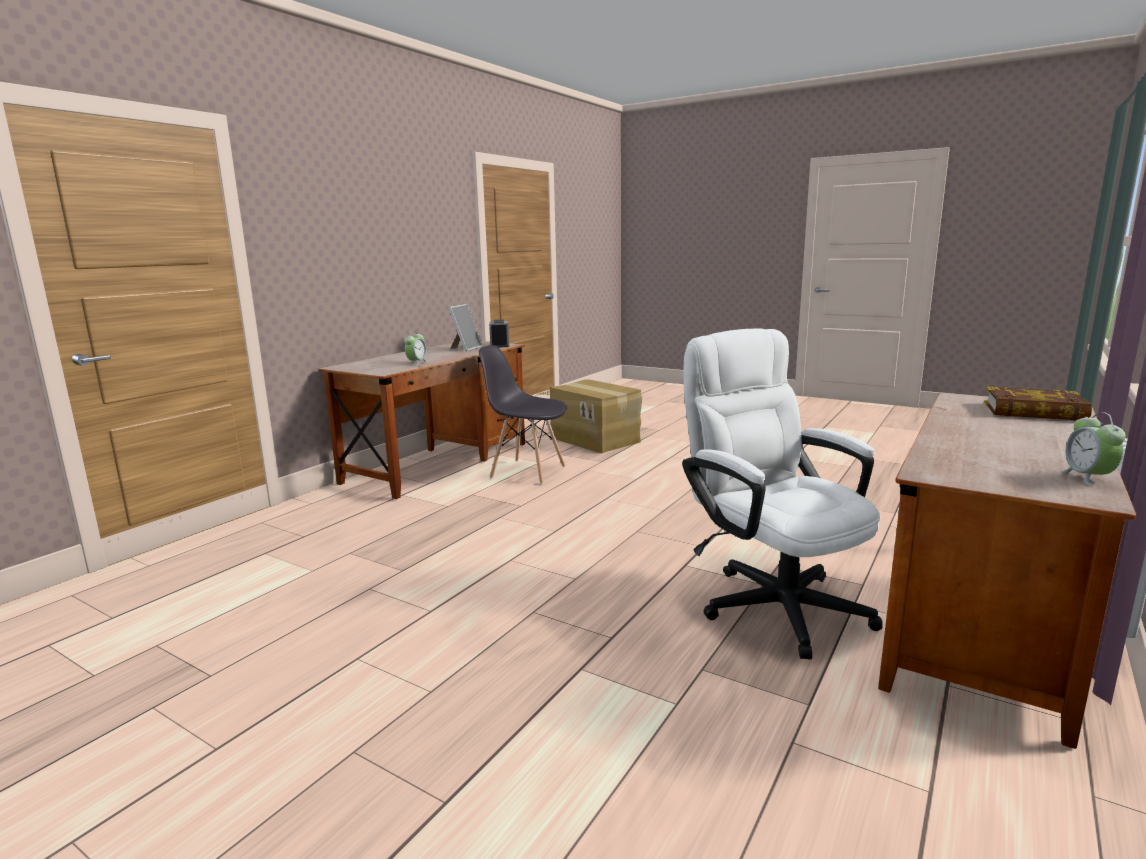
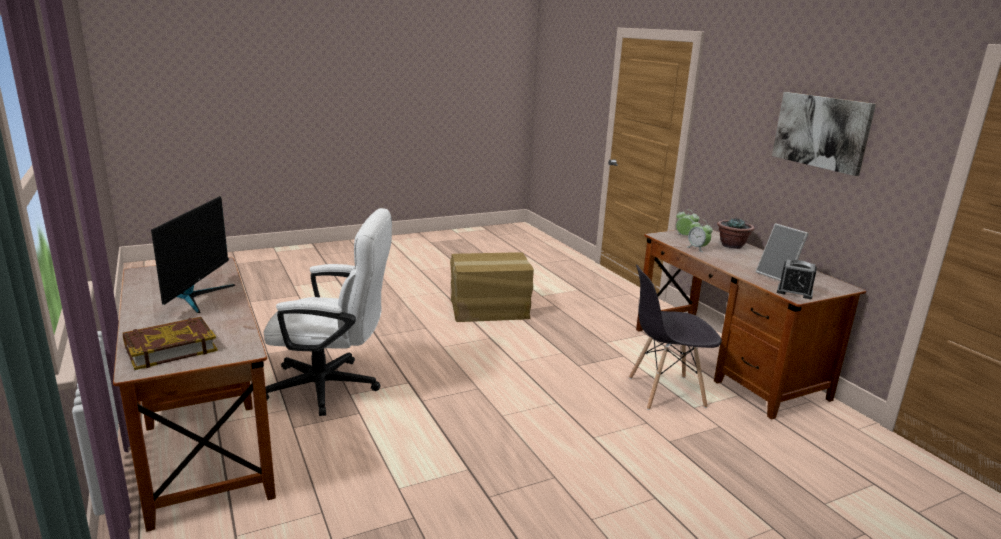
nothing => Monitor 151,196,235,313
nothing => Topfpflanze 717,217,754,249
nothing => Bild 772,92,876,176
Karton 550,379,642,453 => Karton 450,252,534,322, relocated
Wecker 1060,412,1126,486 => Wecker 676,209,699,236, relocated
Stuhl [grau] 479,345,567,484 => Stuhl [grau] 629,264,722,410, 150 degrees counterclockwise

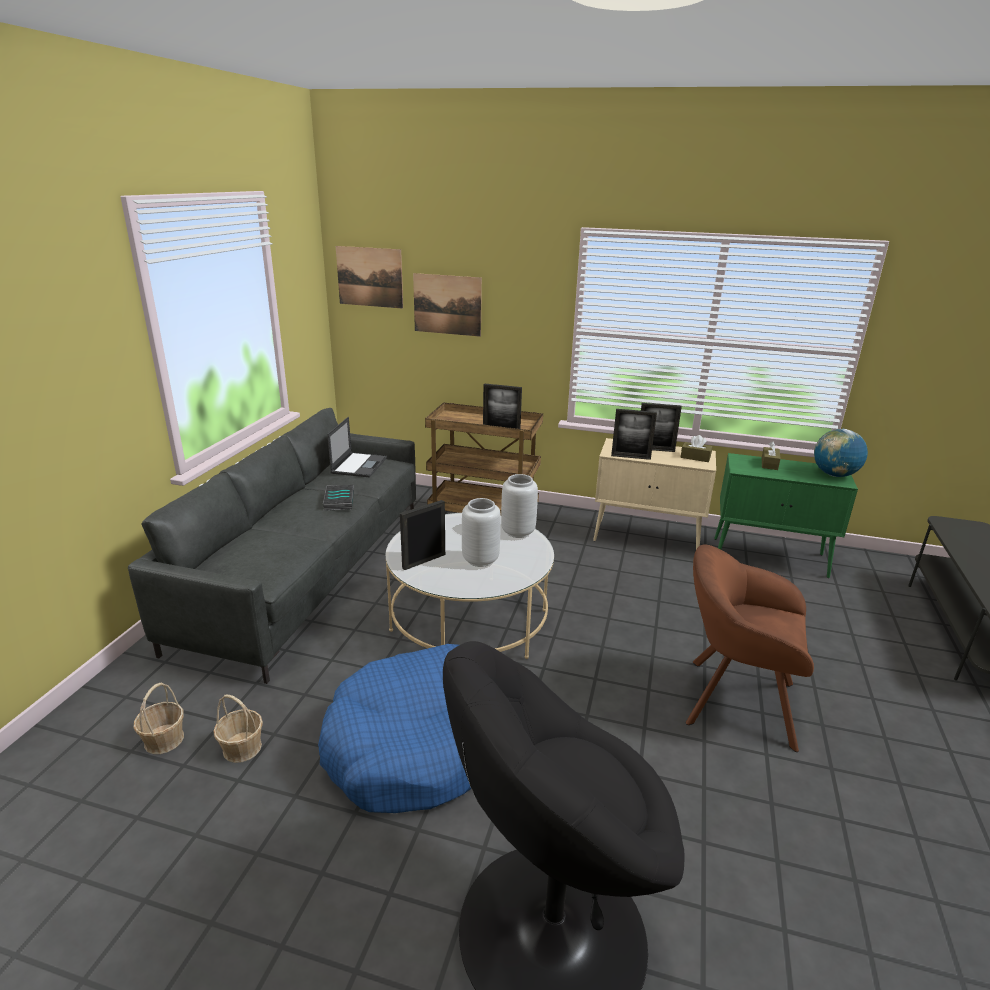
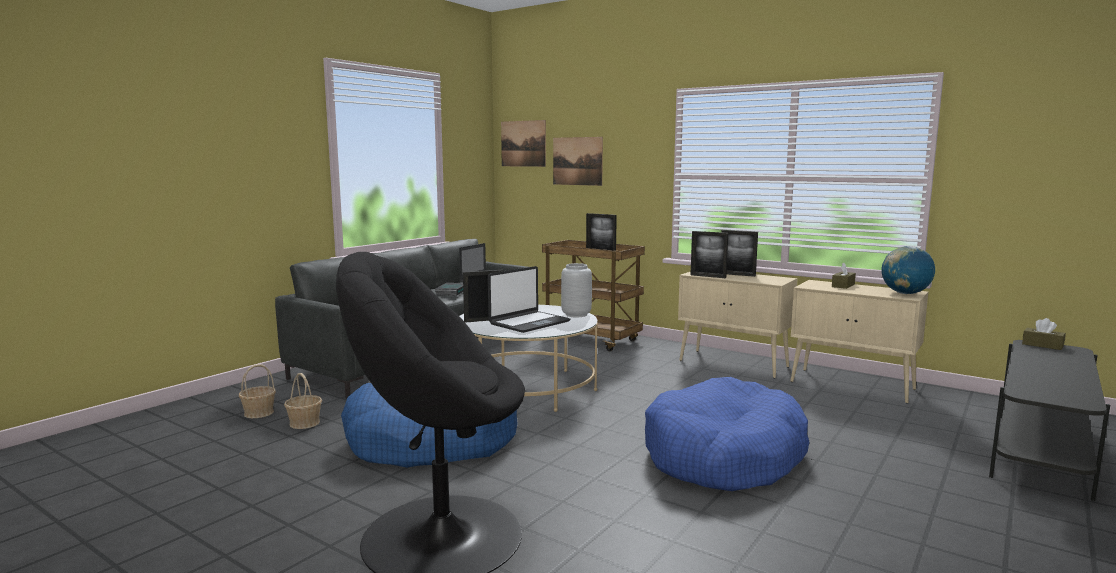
Taschentuchbox [braun] 680,435,712,462 => Taschentuchbox [braun] 1022,318,1066,350, relocated
Vase [grau] 462,498,501,567 => Laptop 488,266,570,333
Sessel [braun] 685,544,814,752 => Hundebett [blau] 645,377,809,491
Schrank [grün] 714,453,858,578 => Schrank [beige] 790,280,928,404

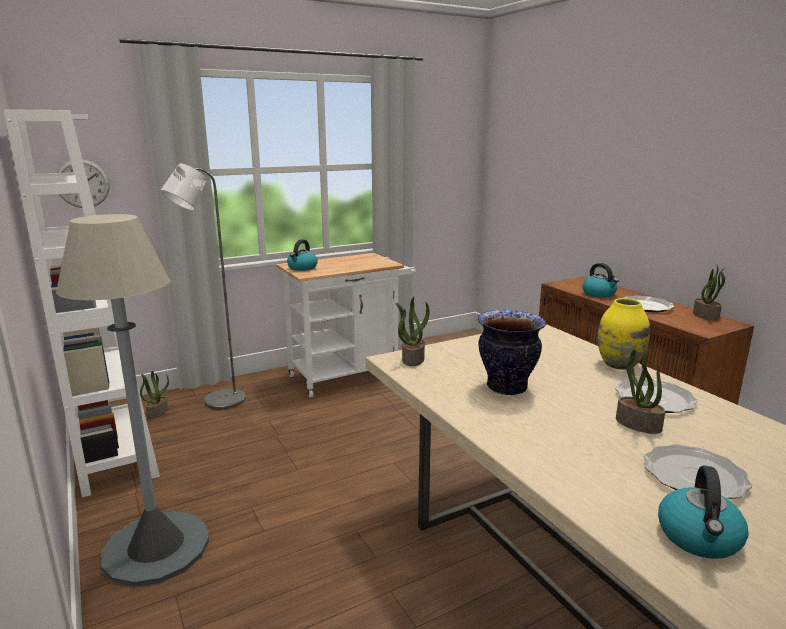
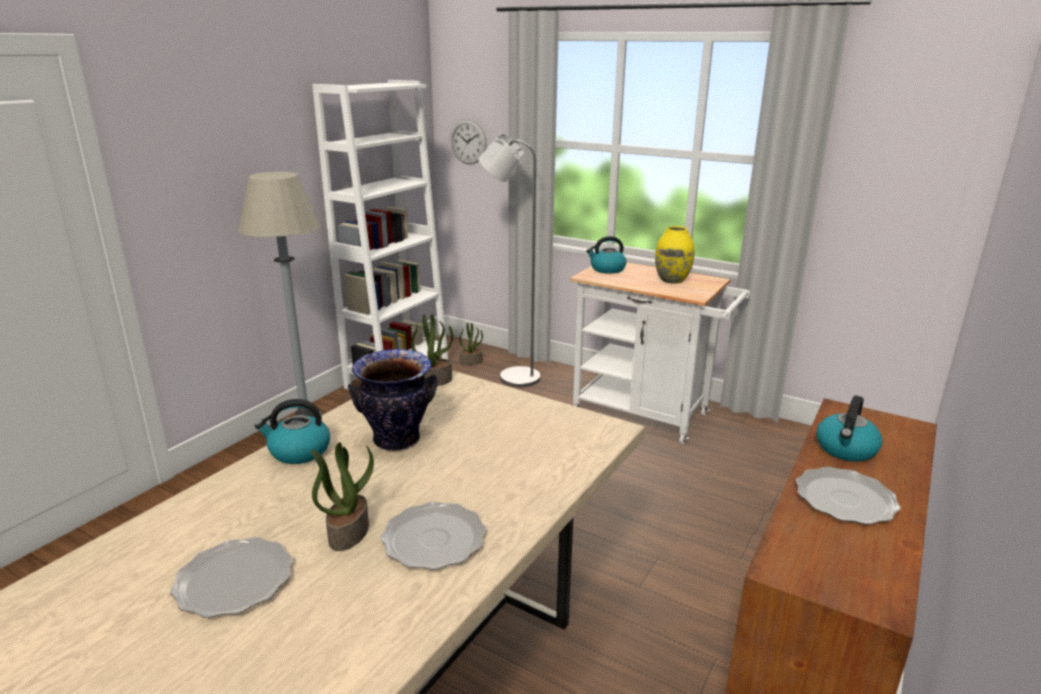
Topfpflanze 693,265,726,320 => nothing
Vase [gelb] 598,298,650,370 => Vase [gelb] 655,226,694,284, relocated
Wasserkessel 658,465,749,559 => Wasserkessel 255,399,330,464, relocated

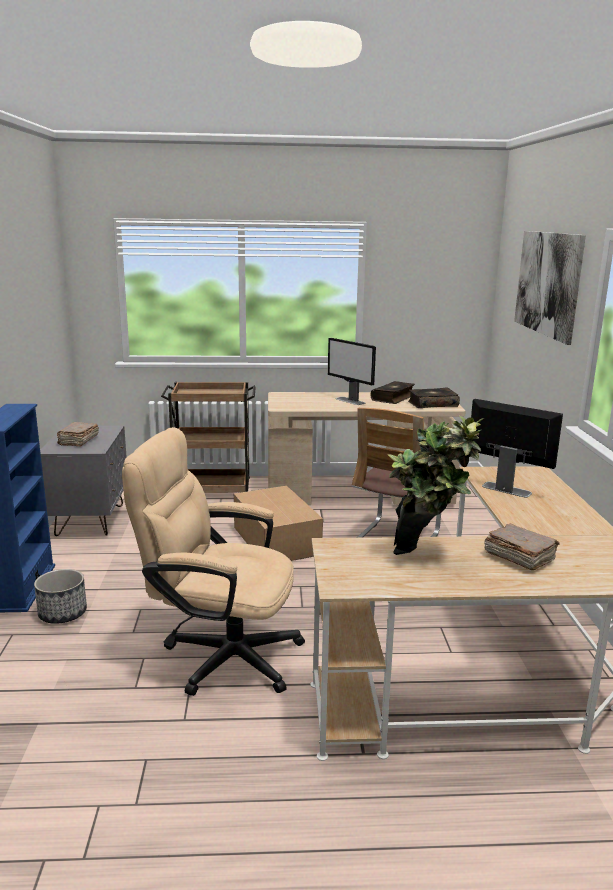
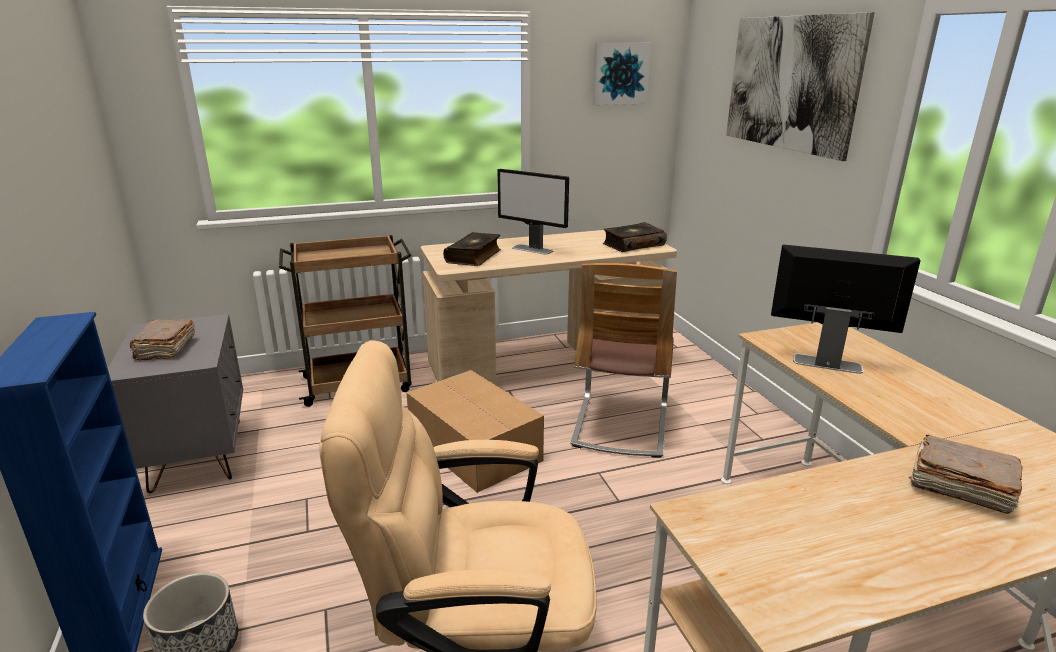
Topfpflanze 388,415,484,555 => nothing
nothing => Bild 593,43,651,105
Buch 371,381,415,404 => Buch 443,232,501,266, relocated

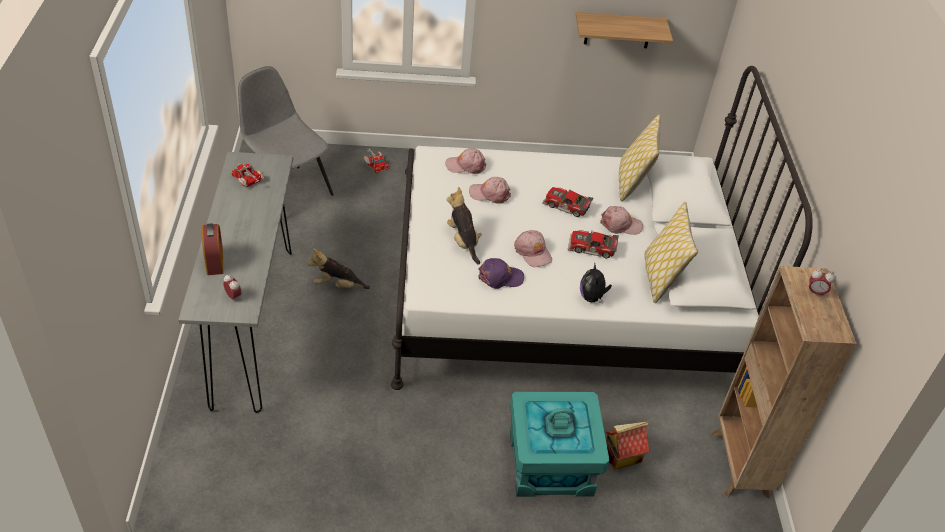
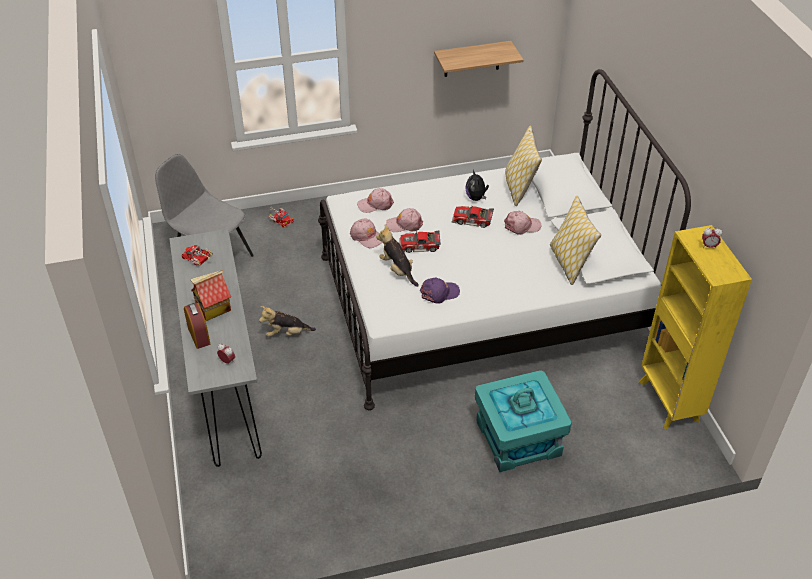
Kappe [rosa] 514,230,552,267 => Kappe [rosa] 350,218,383,248, relocated
Spielzeugauto 568,230,619,258 => Spielzeugauto 399,231,441,253, relocated
Plüschtier 580,262,612,304 => Plüschtier 465,170,489,201, relocated
Spielzeughaus 606,422,649,470 => Spielzeughaus 190,270,231,321, relocated
Bücherregal [braun] 711,266,857,499 => Bücherregal [gelb] 639,225,752,429

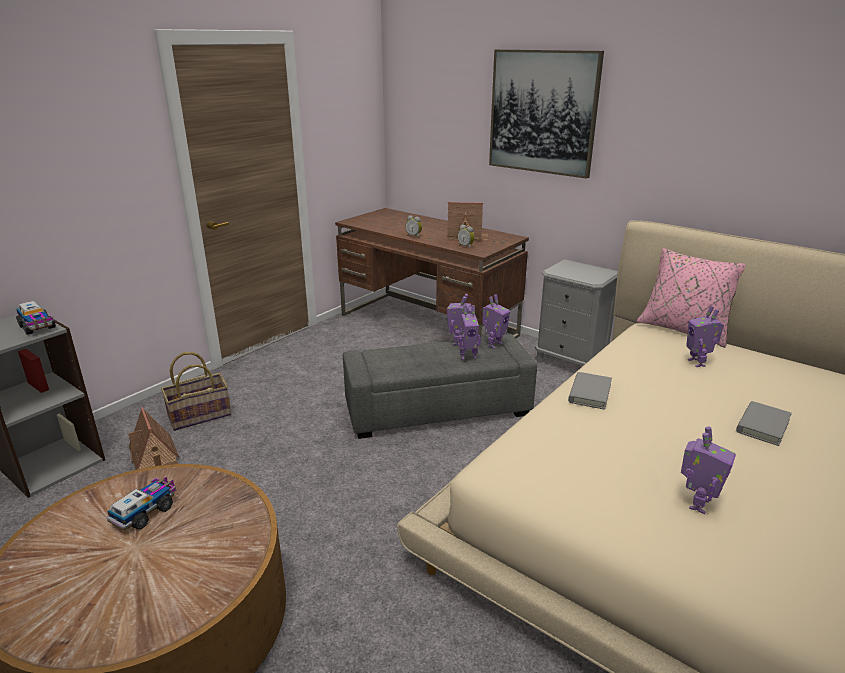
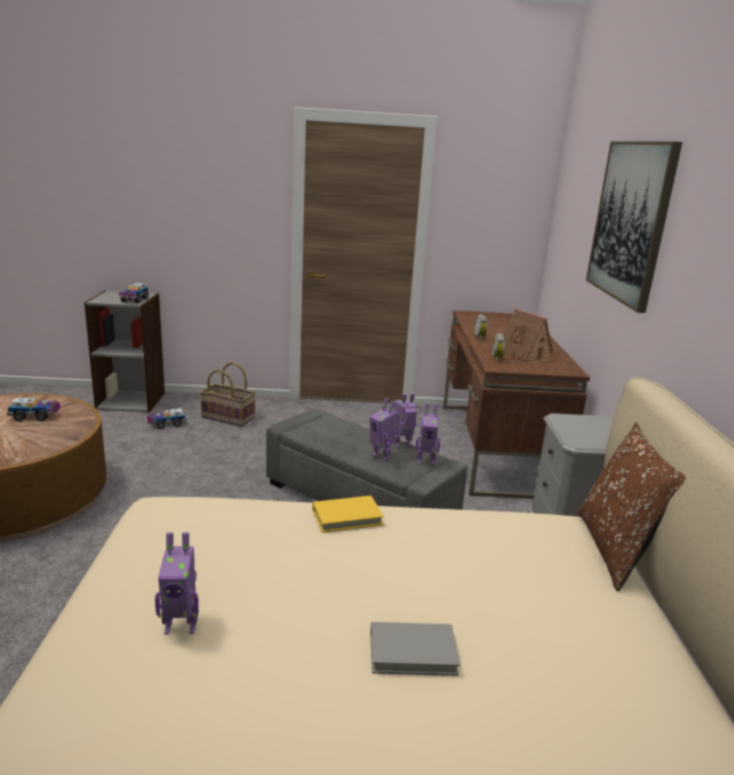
Spielzeugroboter 686,306,724,367 => nothing
Spielzeughaus 128,407,179,470 => Spielzeuglaster 147,408,187,430
Buch [grau] 568,372,612,410 => Buch [gelb] 312,496,384,533
Kissen [rosa] 637,248,746,348 => Kissen [braun] 577,423,686,592

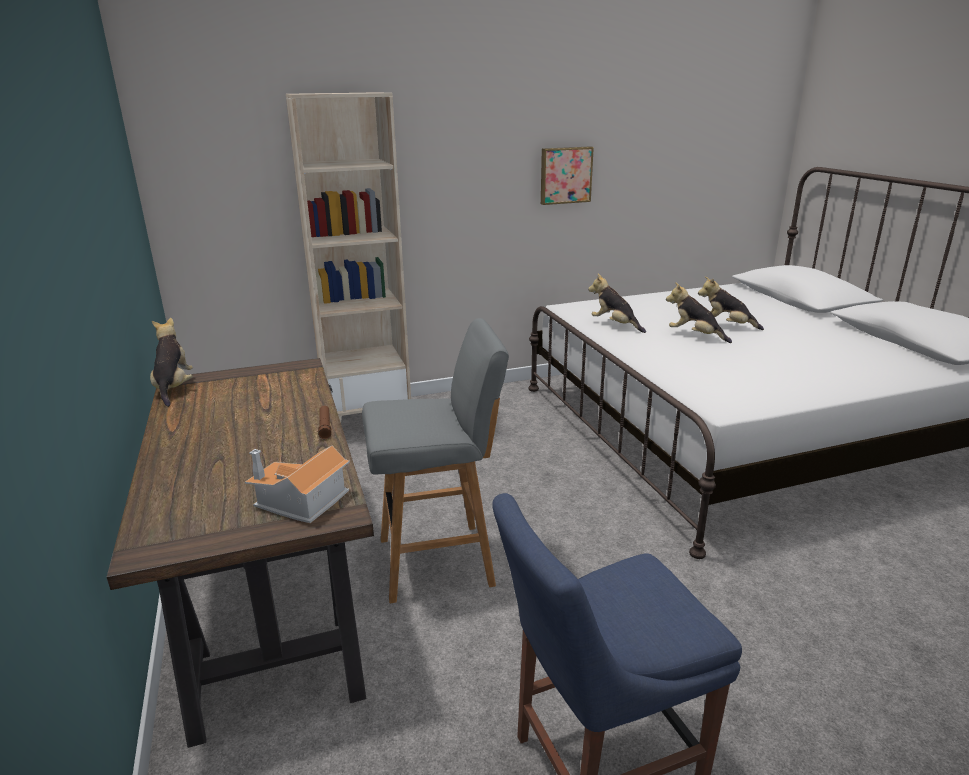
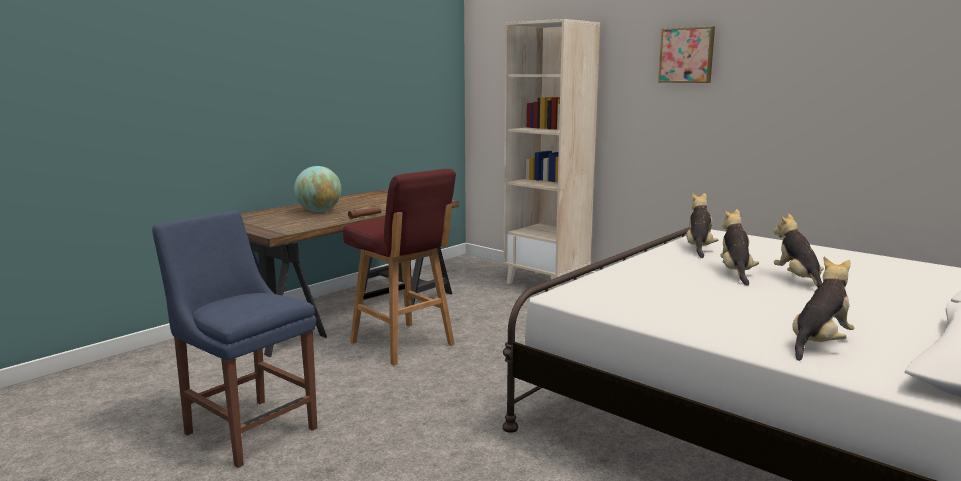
Spielzeughaus 245,446,350,523 => nothing
nothing => Globus 294,166,341,212
Plüschtier 150,318,193,407 => Plüschtier 792,257,854,361, relocated
Bild 541,146,594,205 => Bild 658,26,715,83, relocated
Hocker [grau] 362,318,509,603 => Hocker [rot] 343,169,456,366

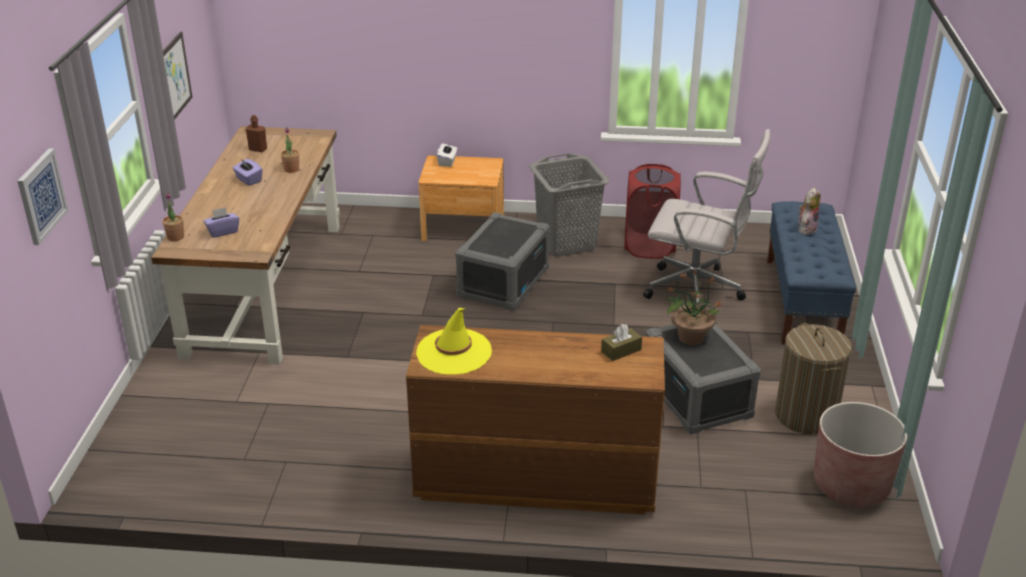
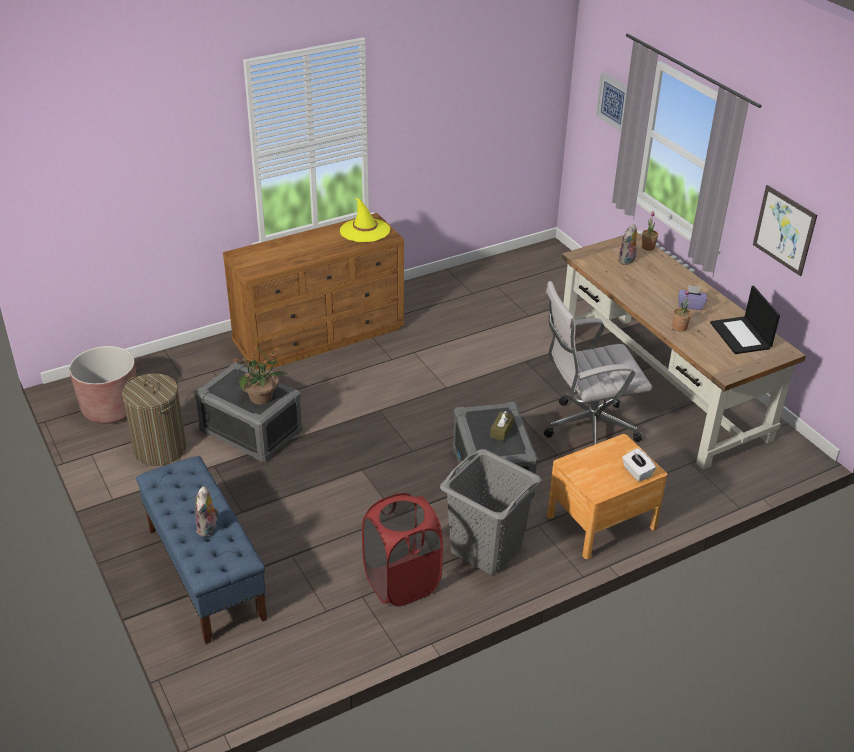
Taschentuchbox [braun] 601,324,642,361 => Taschentuchbox [braun] 490,411,514,441, relocated
Bürostuhl [weiß] 643,129,770,306 => Bürostuhl [weiß] 544,281,652,445, relocated
Taschentuchbox [lila] 204,207,239,238 => Plüschtier 618,224,639,265
Flasche [braun] 246,115,267,152 => Laptop 710,285,780,354

